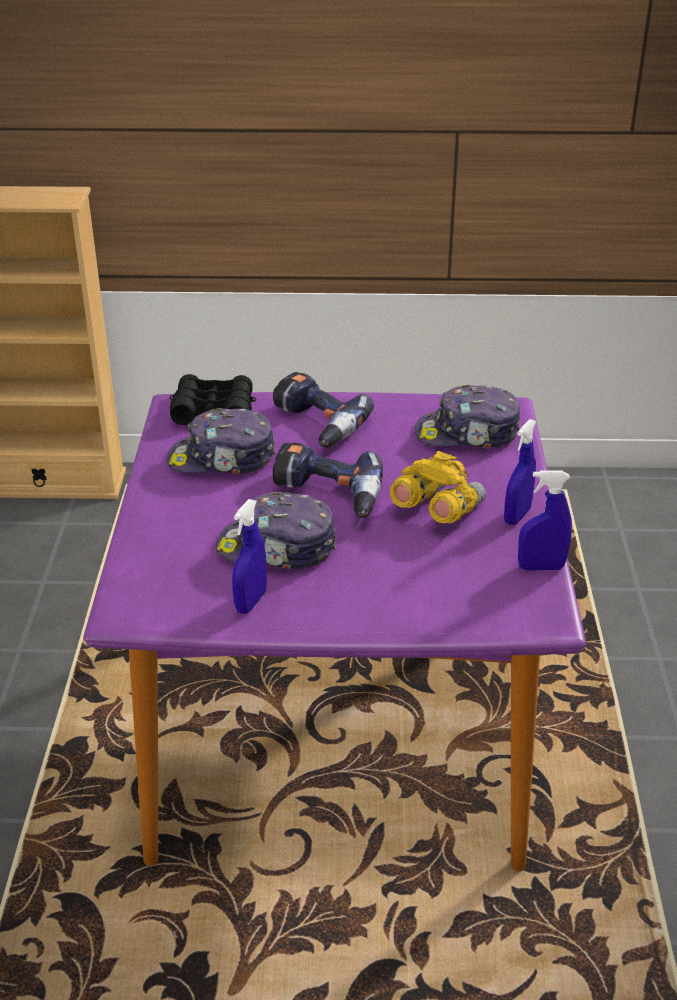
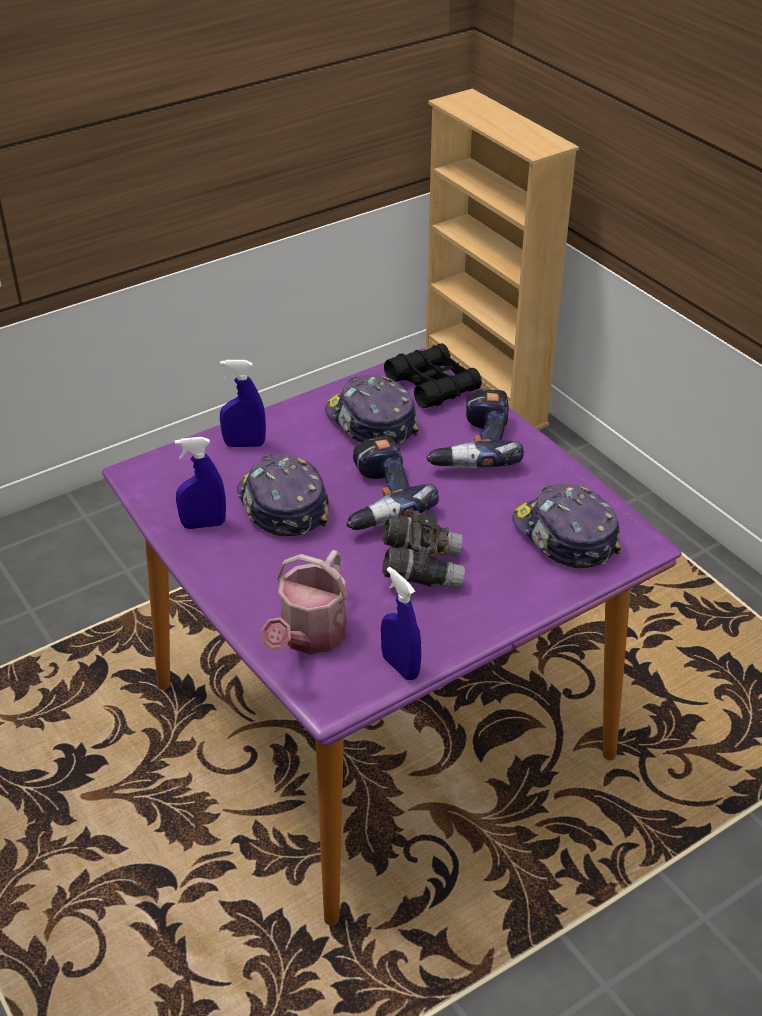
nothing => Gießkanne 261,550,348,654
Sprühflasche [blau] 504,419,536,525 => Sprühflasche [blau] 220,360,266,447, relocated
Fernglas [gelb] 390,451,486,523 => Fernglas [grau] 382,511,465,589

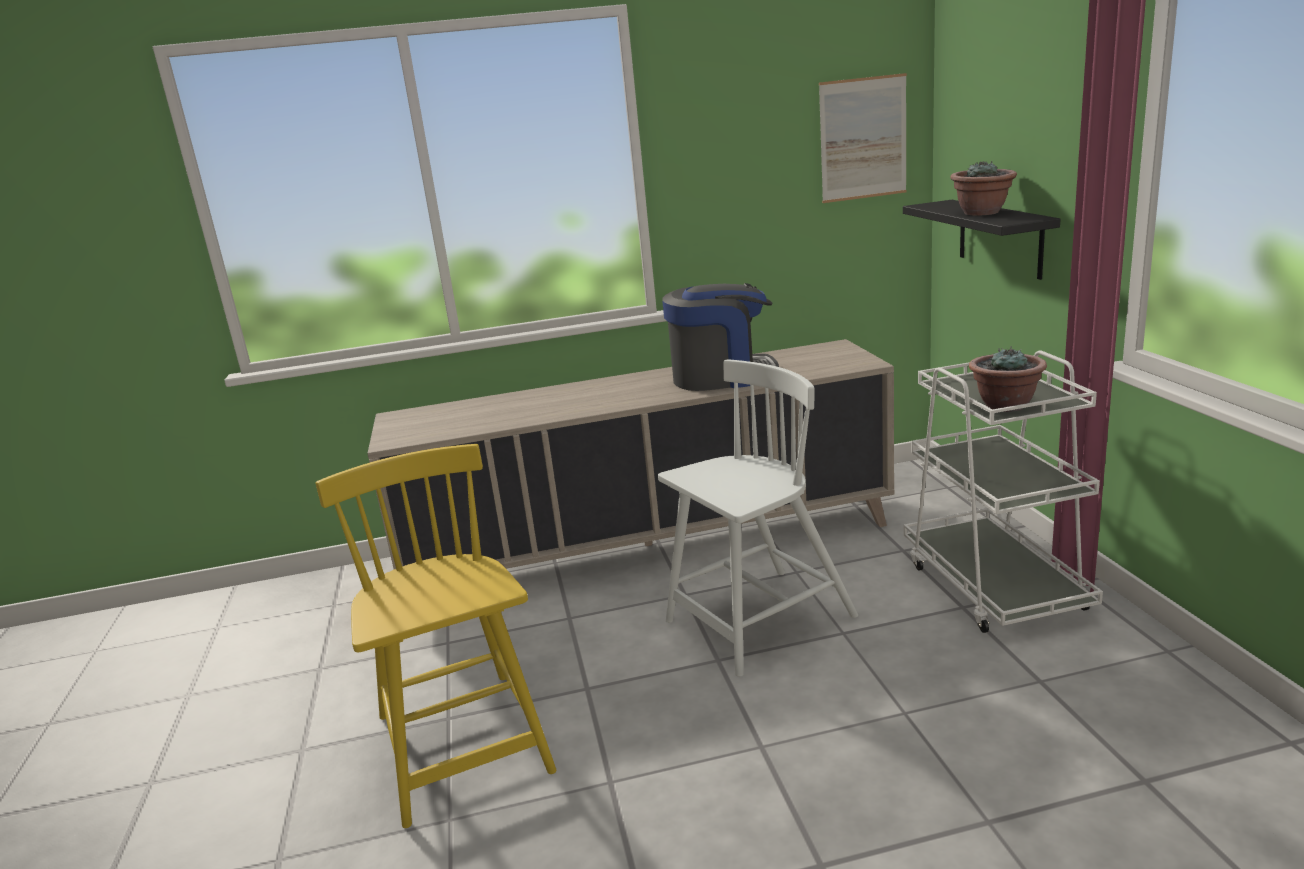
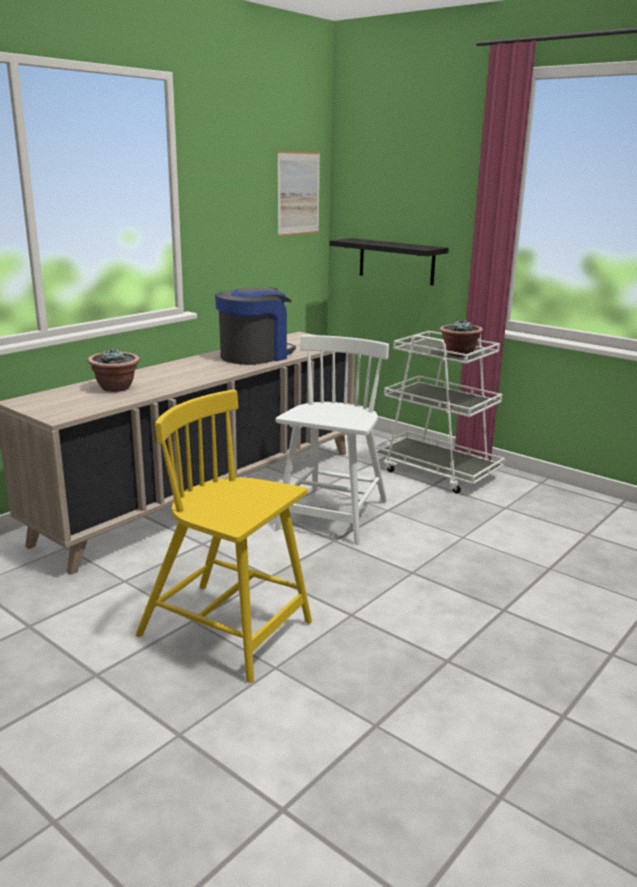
Topfpflanze 950,161,1017,216 => Topfpflanze 88,348,140,392, relocated

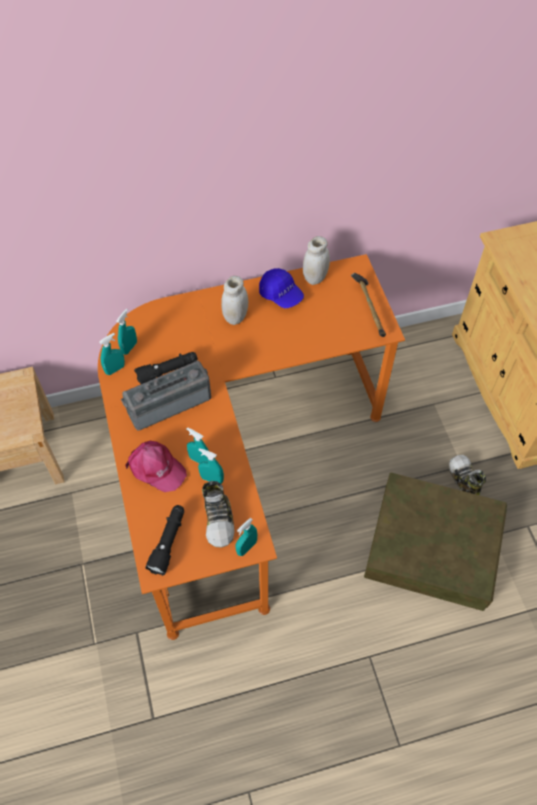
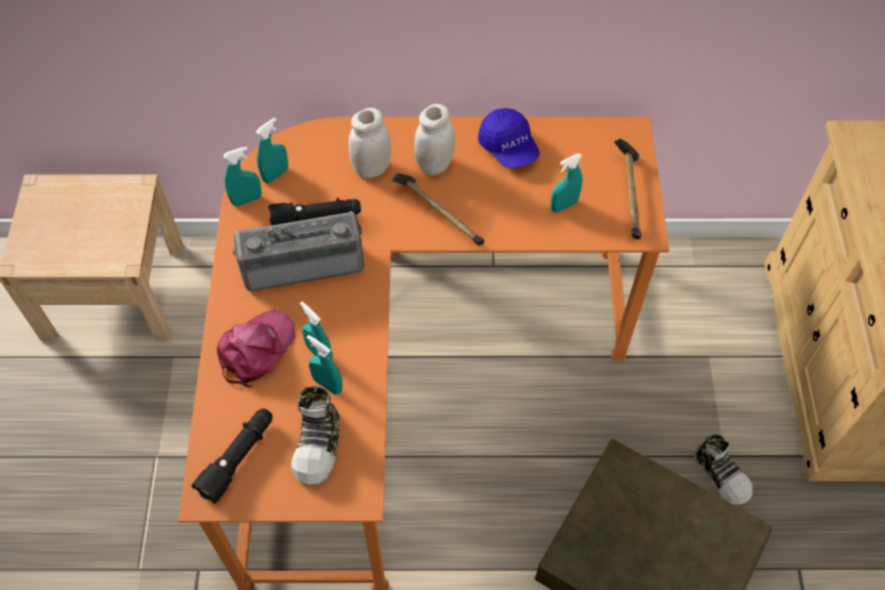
nothing => Hammer 391,174,484,245
Sprühflasche [türkis] 236,518,257,556 => Sprühflasche [türkis] 551,153,582,213, relocated
Vorratsglas [weiß] 303,236,330,285 => Vorratsglas [weiß] 348,108,391,179, relocated
Kappe [rosa] 125,441,187,492 => Kappe [rosa] 217,309,295,387, 105 degrees counterclockwise
Schuh 449,455,486,495 => Schuh 695,434,753,506, 150 degrees clockwise

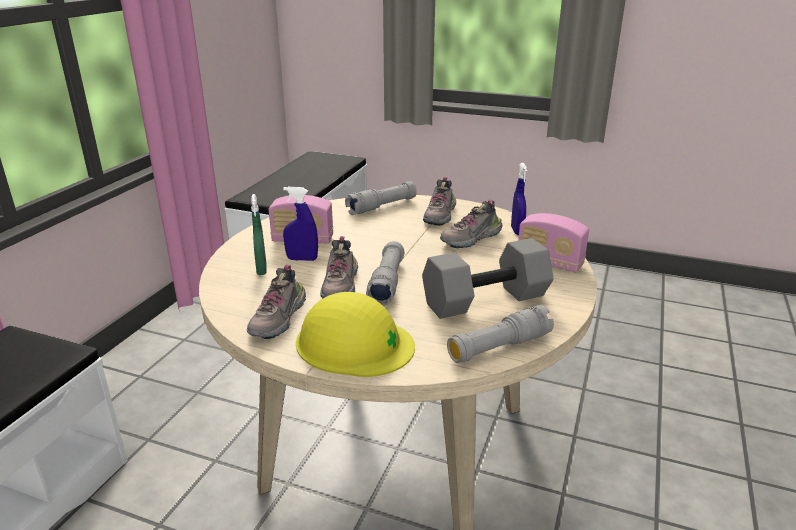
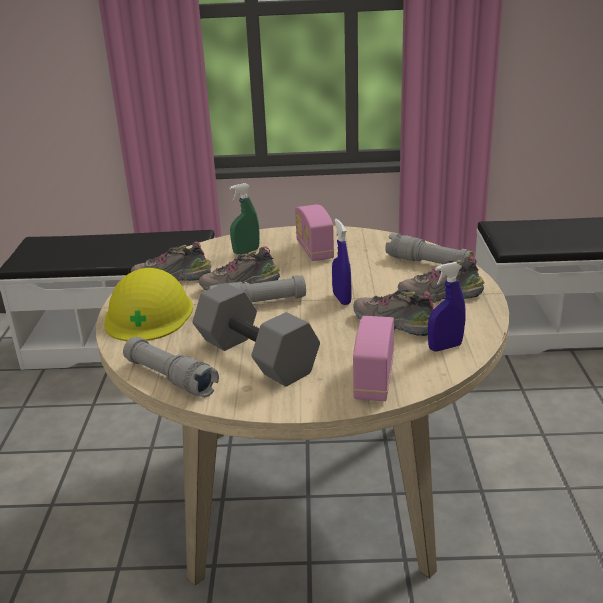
Sprühflasche [blau] 283,187,318,261 => Sprühflasche [blau] 332,219,351,305, relocated

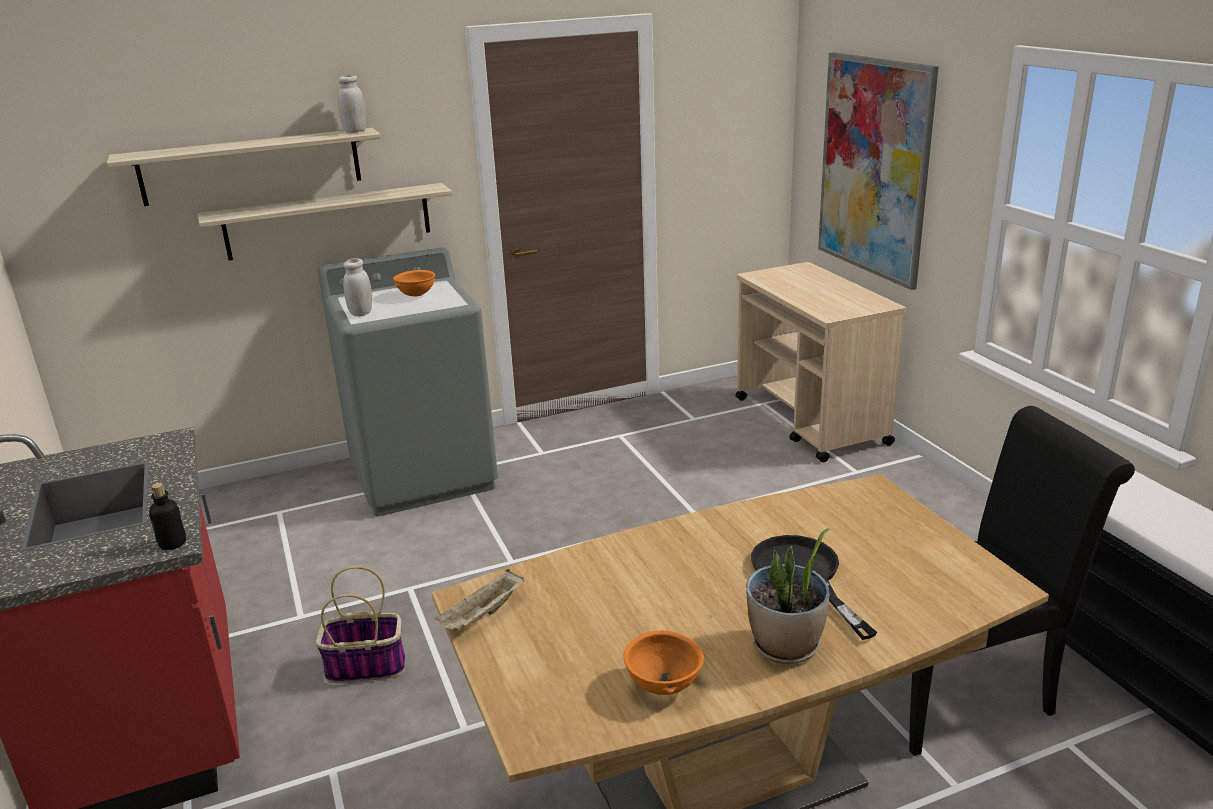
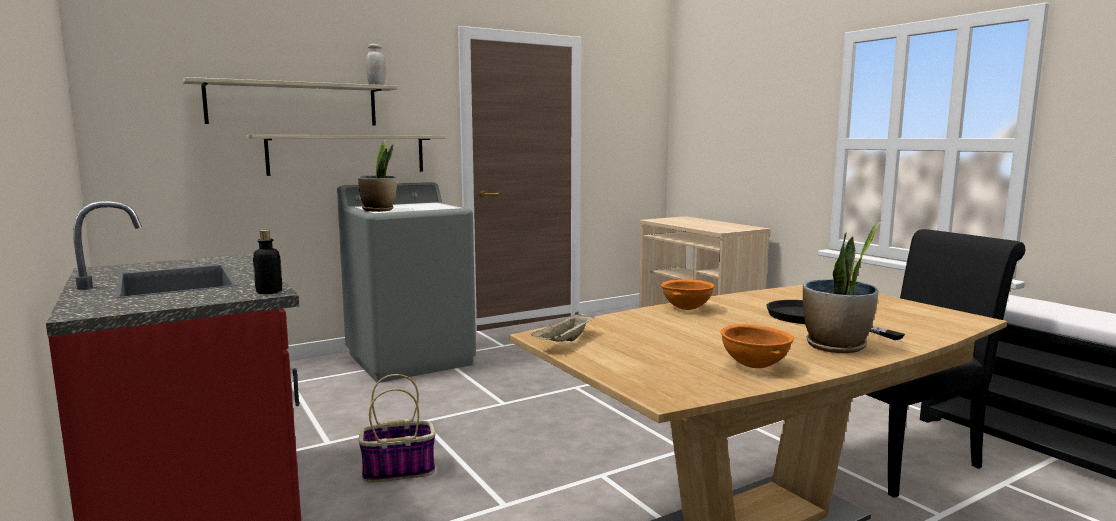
Bild 818,52,939,290 => nothing
Schüssel [orange] 393,270,435,297 => Schüssel [orange] 661,279,714,310, relocated
Vorratsglas [weiß] 343,258,372,316 => Topfpflanze 358,140,397,212

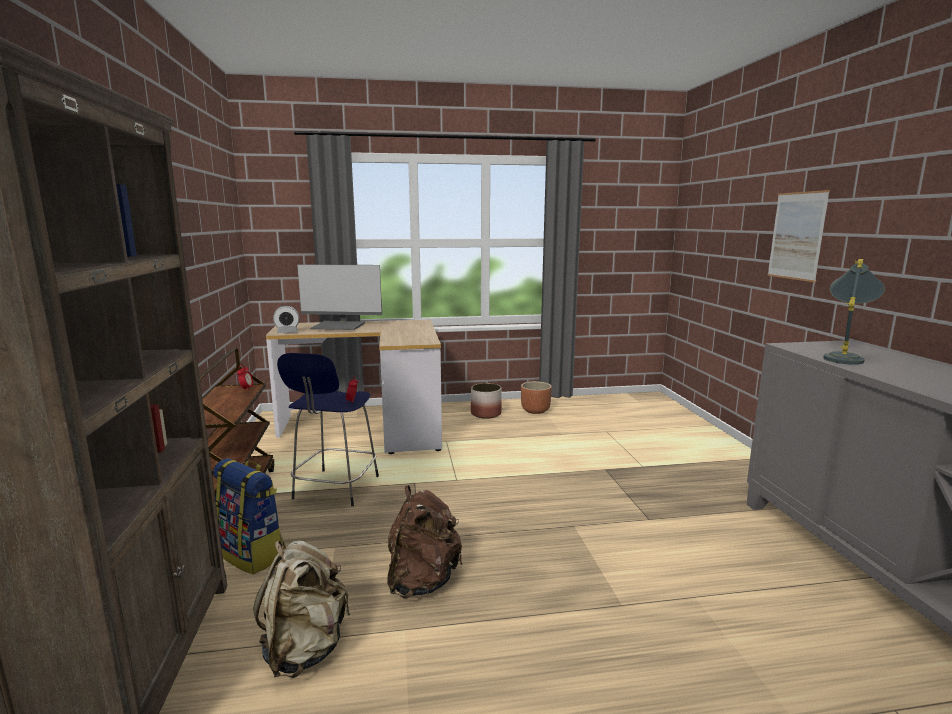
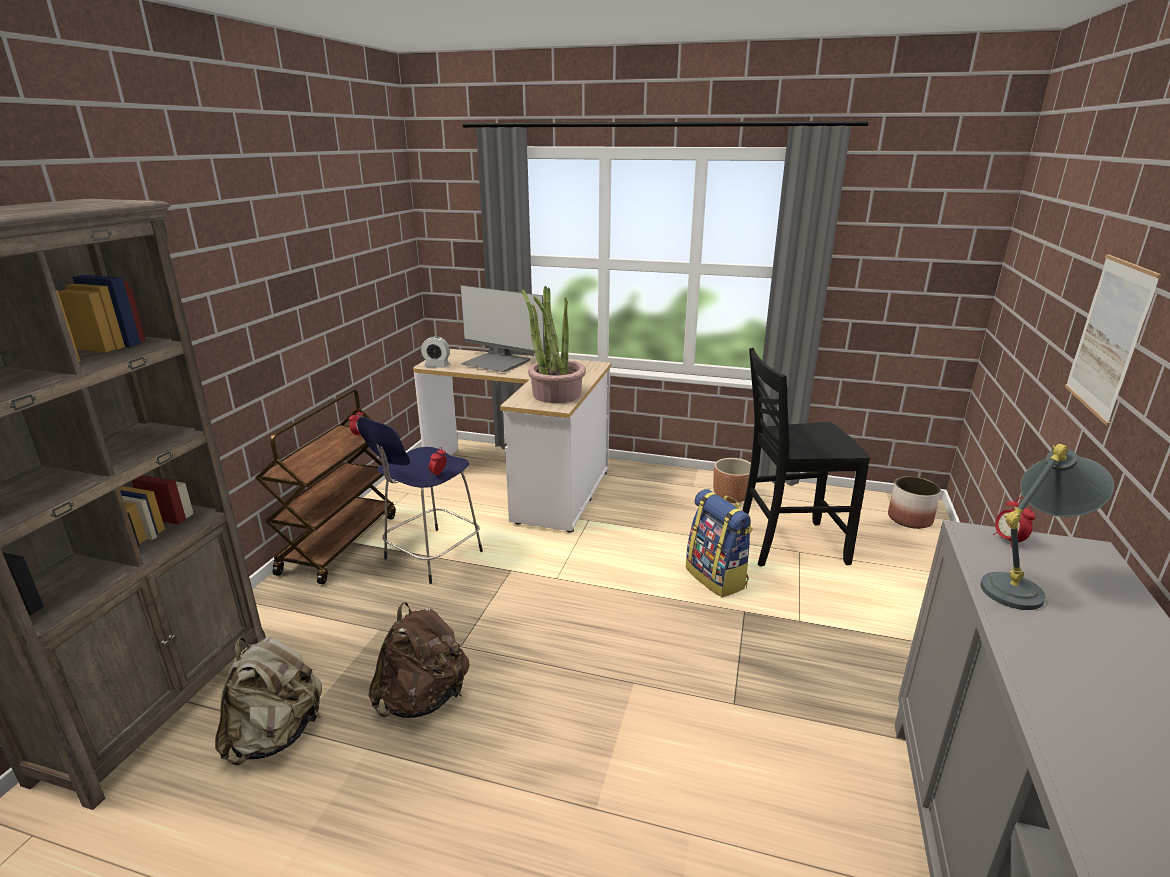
nothing => Topfpflanze 522,286,586,403
nothing => Stuhl [schwarz] 742,348,870,567
nothing => Wecker 993,497,1036,547
Rucksack 213,458,286,575 => Rucksack 686,489,753,597, relocated
Pflanzkübel 471,383,502,419 => Pflanzkübel 888,476,941,529, relocated

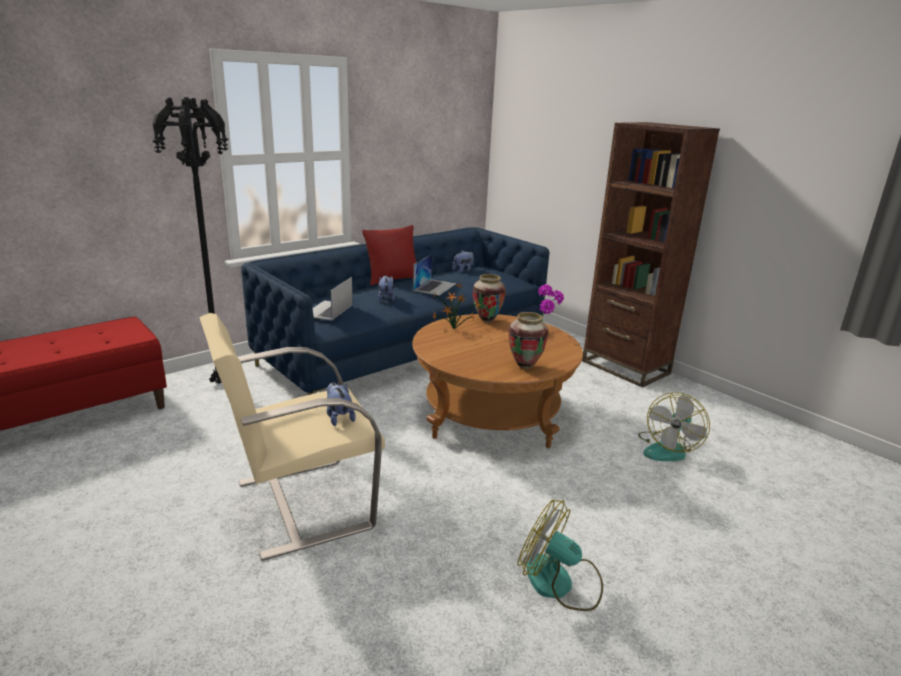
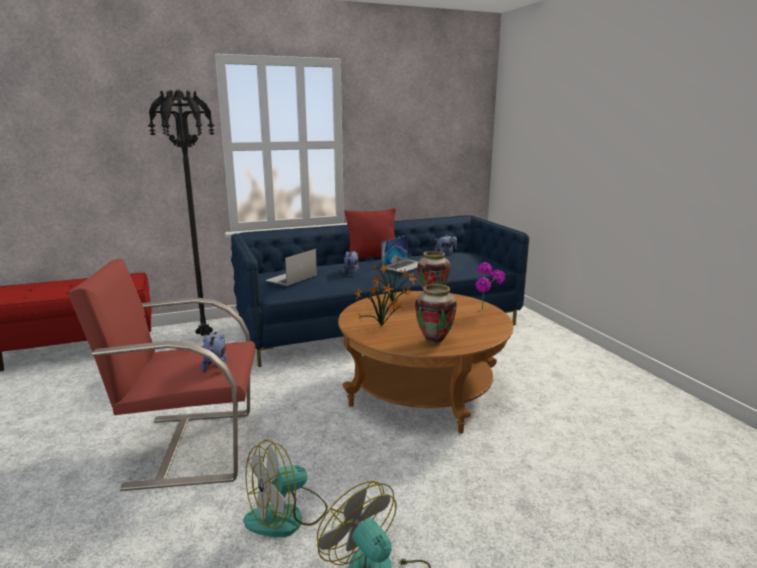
Bücherregal [braun] 582,122,720,387 => nothing
nothing => Topfpflanze 355,274,410,326
Ventilator 638,392,710,461 => Ventilator 243,440,328,537, relocated
Sessel [beige] 199,313,385,561 => Sessel [rot] 68,258,256,491

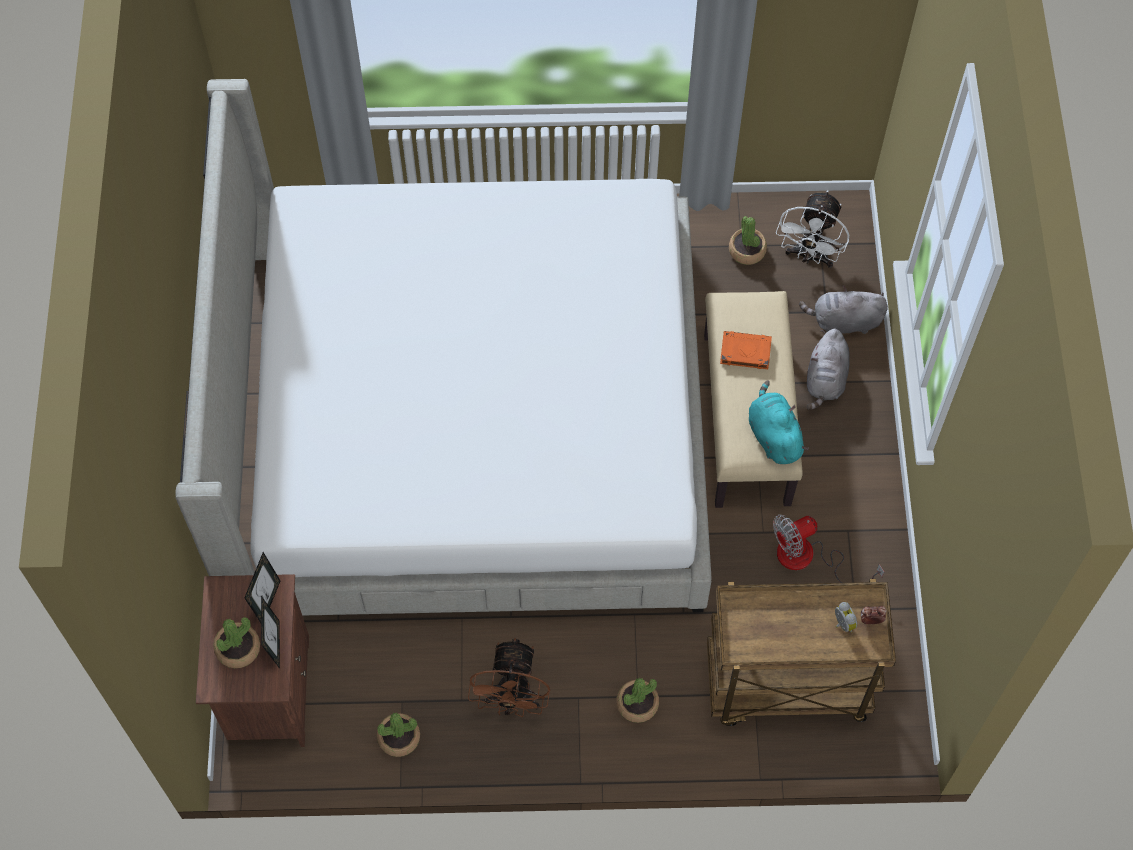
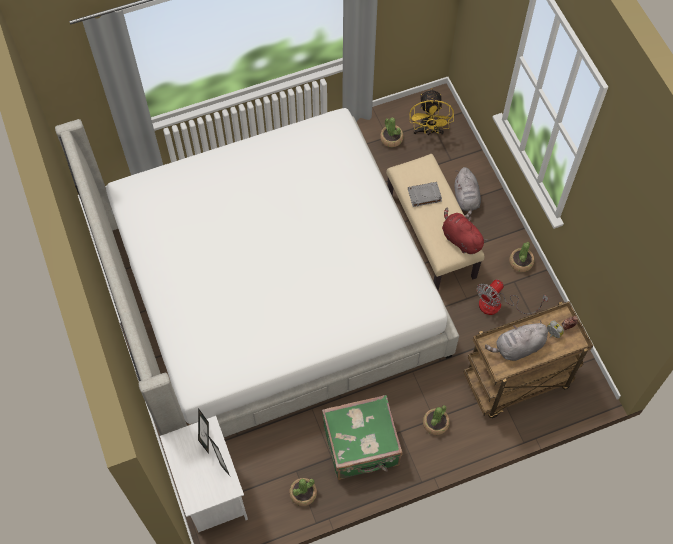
Topfpflanze 213,617,260,668 => Topfpflanze 509,242,535,272, relocated
Plüschtier [grau] 799,285,888,334 => Plüschtier [grau] 485,321,548,361, relocated
Ventilator [braun] 468,638,551,717 => Koffer [grün] 322,395,403,480
Nachttisch [braun] 196,574,309,747 => Nachttisch [weiß] 160,416,248,533
Buch [orange] 720,331,772,369 => Buch [grau] 408,182,442,207
Plüschtier [türkis] 749,380,809,464 => Plüschtier [rot] 442,208,488,254
Ventilator [weiß] 776,191,849,268 => Ventilator [gelb] 409,88,454,136

